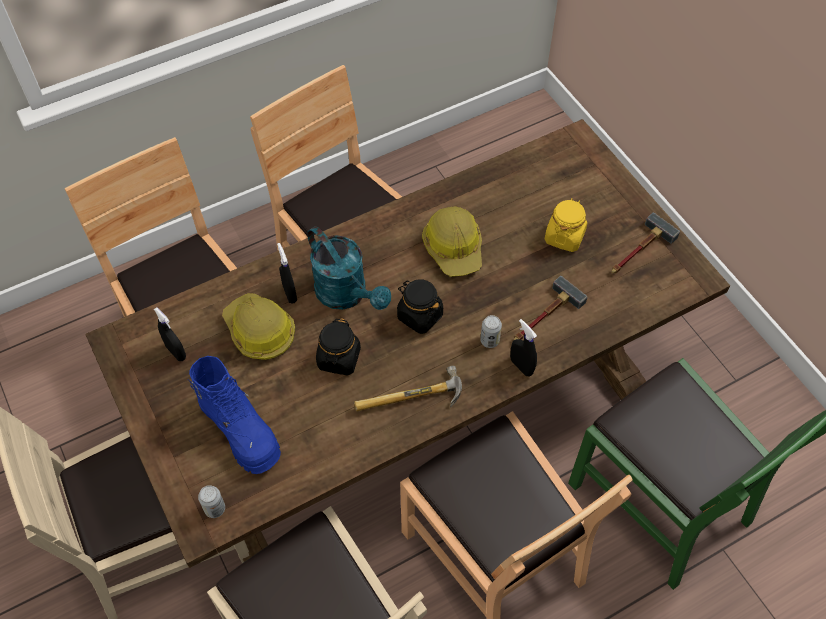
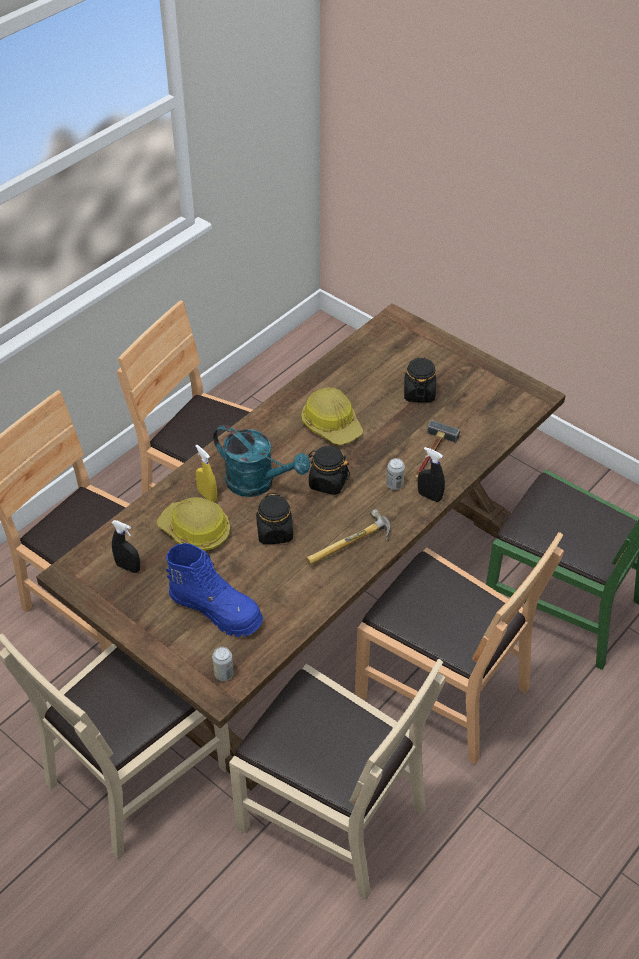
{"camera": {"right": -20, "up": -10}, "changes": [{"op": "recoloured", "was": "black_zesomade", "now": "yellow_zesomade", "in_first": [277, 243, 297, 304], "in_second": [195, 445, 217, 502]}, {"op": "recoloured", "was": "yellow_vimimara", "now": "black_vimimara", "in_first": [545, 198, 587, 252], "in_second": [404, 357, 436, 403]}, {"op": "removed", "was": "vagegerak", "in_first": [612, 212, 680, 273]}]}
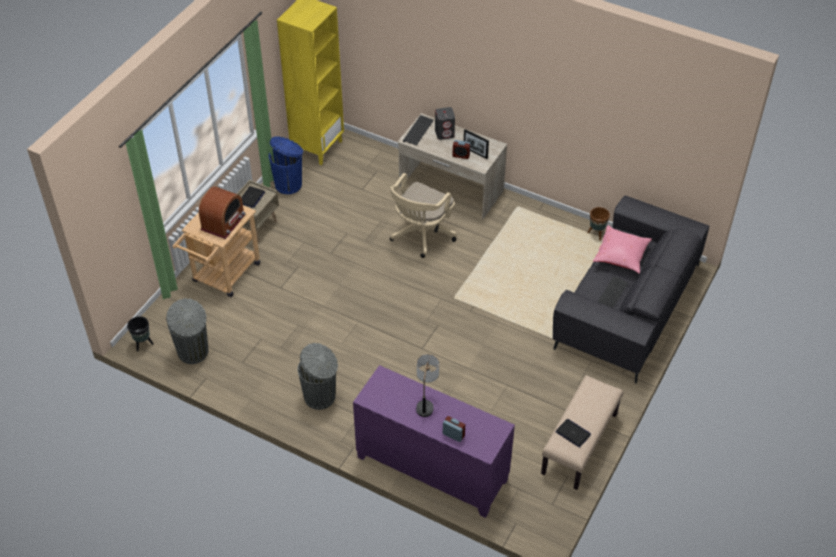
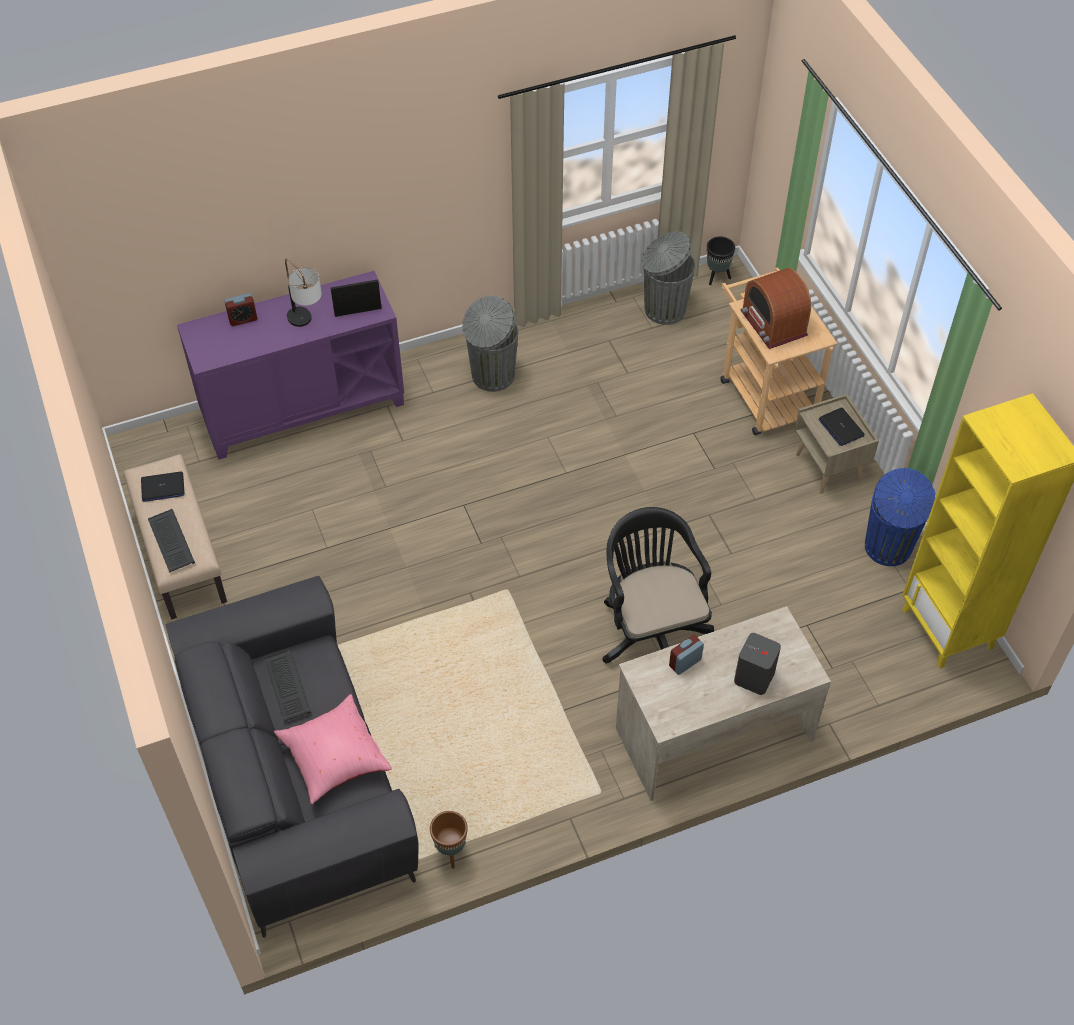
{"camera": {"right": 130, "up": 5}, "changes": [{"op": "moved", "was": "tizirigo", "in_first": [403, 115, 434, 146], "in_second": [148, 509, 195, 573]}, {"op": "moved", "was": "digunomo", "in_first": [464, 129, 489, 159], "in_second": [330, 279, 382, 317]}, {"op": "recoloured", "was": "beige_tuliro", "now": "black_tuliro", "in_first": [390, 173, 457, 258], "in_second": [603, 507, 714, 663]}]}
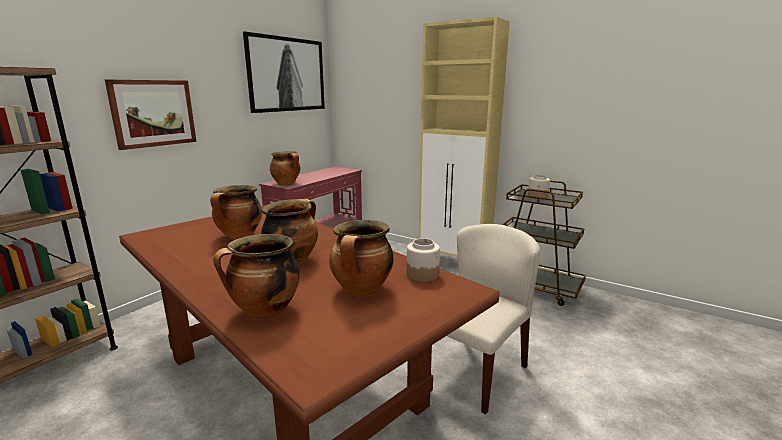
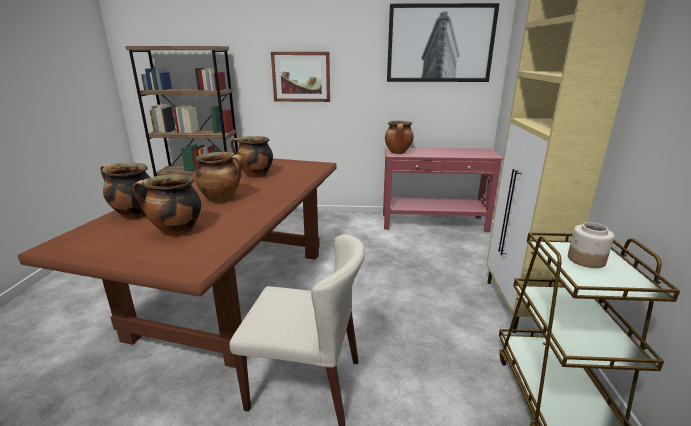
{"camera": {"right": 60, "up": 5}, "changes": [{"op": "removed", "was": "vimimara", "in_first": [406, 238, 440, 282]}]}
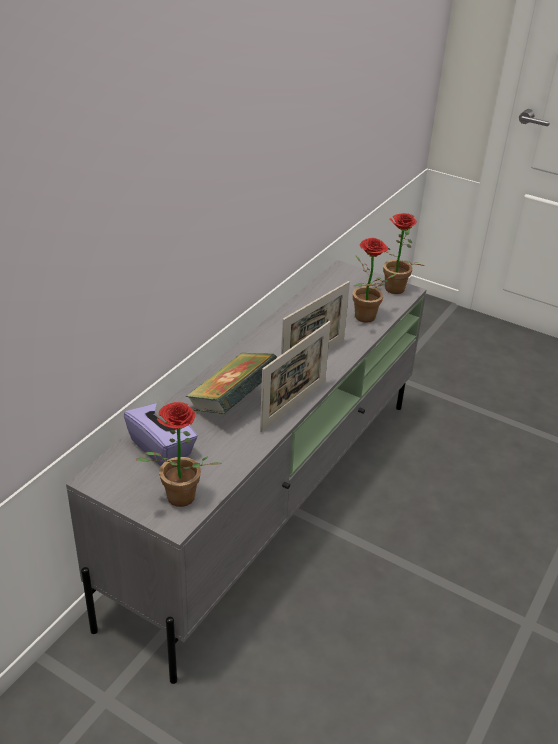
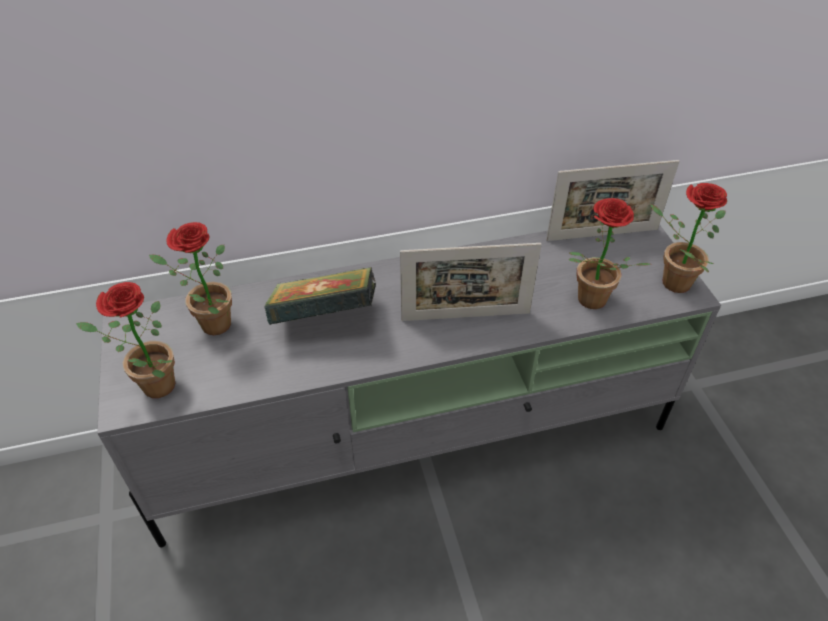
{"camera": {"right": 45, "up": 10}, "changes": [{"op": "replaced", "was": "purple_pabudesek", "now": "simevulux", "in_first": [124, 397, 198, 466], "in_second": [149, 222, 232, 335]}, {"op": "moved", "was": "digunomo", "in_first": [260, 321, 331, 432], "in_second": [546, 160, 680, 241]}]}
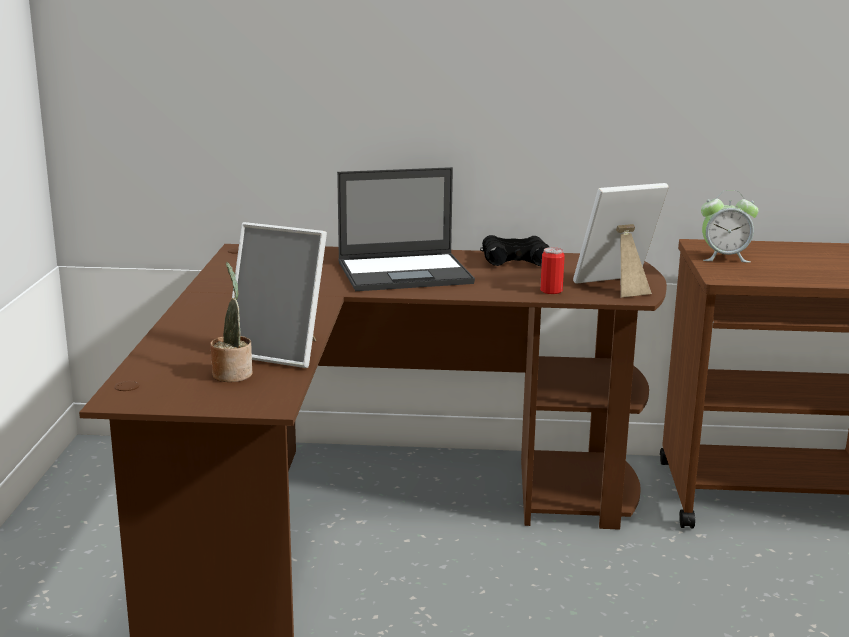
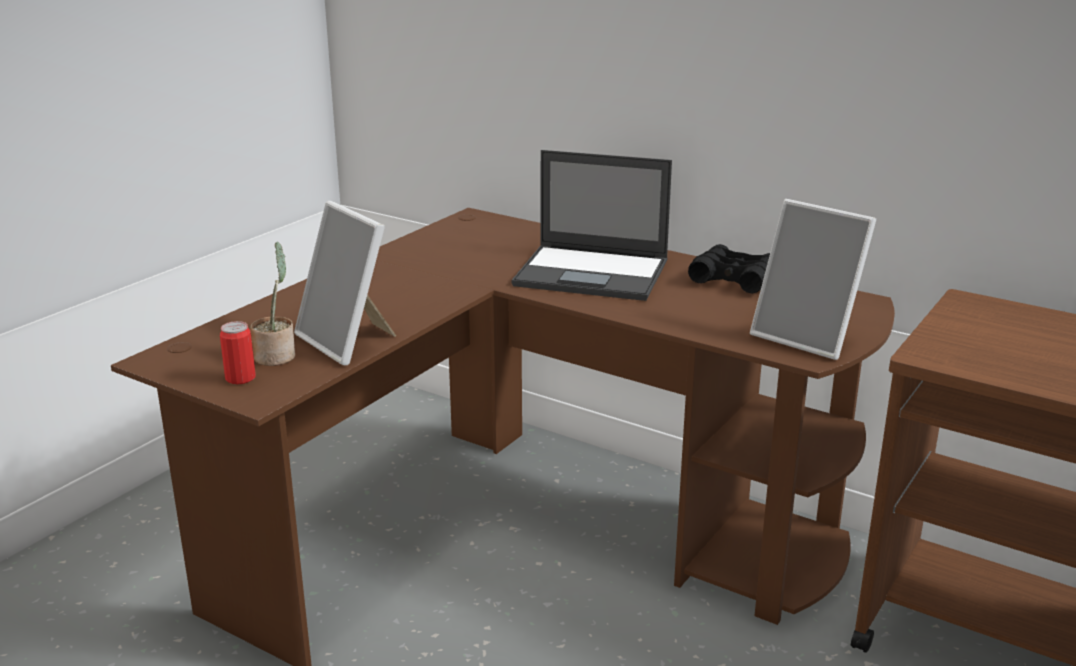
{"camera": {"right": 30, "up": 5}, "changes": [{"op": "moved", "was": "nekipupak", "in_first": [540, 247, 565, 294], "in_second": [220, 321, 256, 384]}, {"op": "turned", "was": "digunomo", "in_first": [573, 183, 669, 298], "in_second": [750, 199, 876, 360], "clockwise": -150}, {"op": "removed", "was": "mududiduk", "in_first": [701, 190, 758, 263]}]}
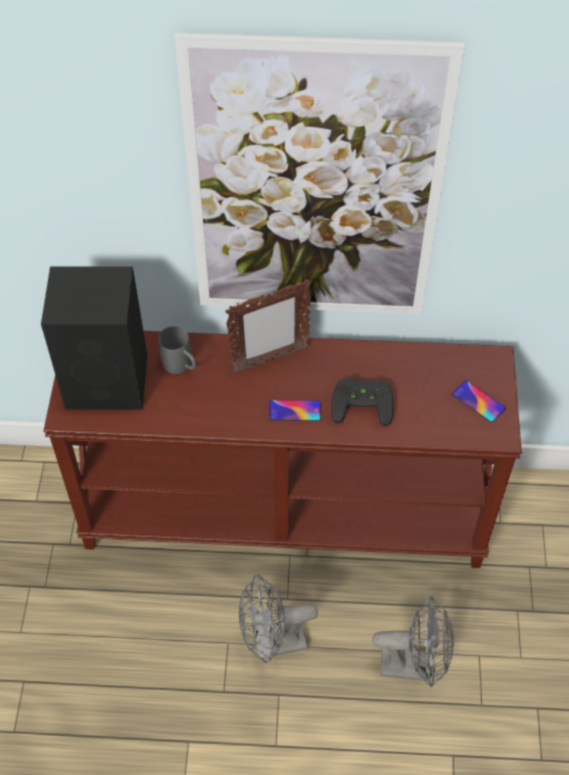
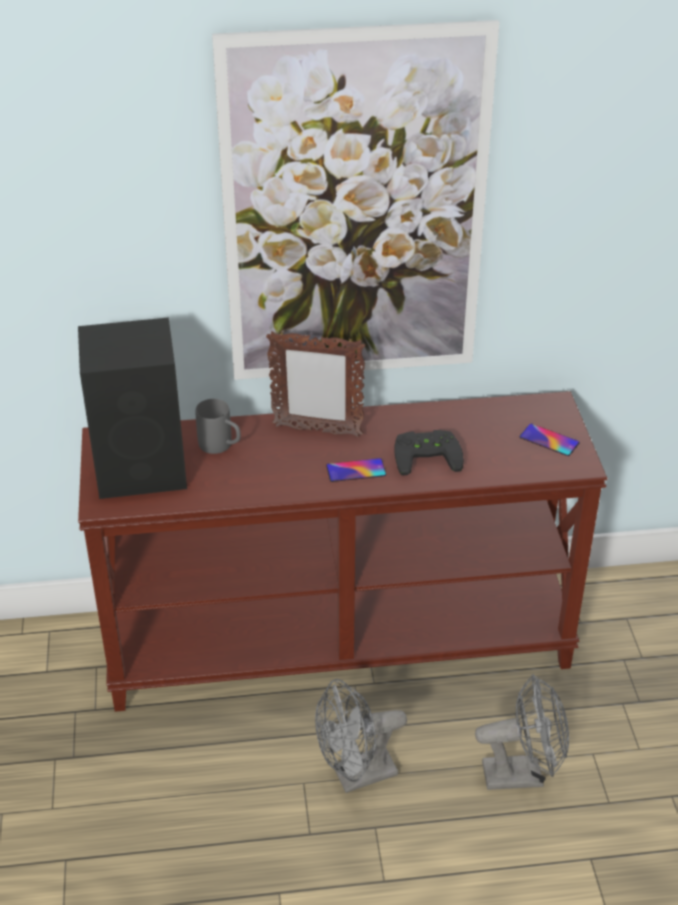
{"camera": {"right": -10, "up": -15}, "changes": [{"op": "turned", "was": "digunomo", "in_first": [225, 279, 312, 374], "in_second": [266, 331, 365, 437], "clockwise": 45}]}
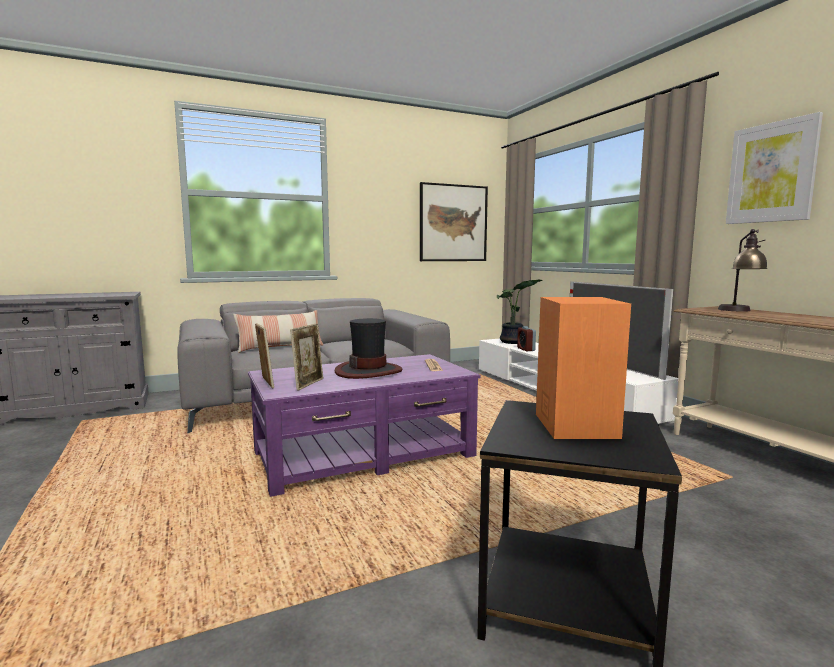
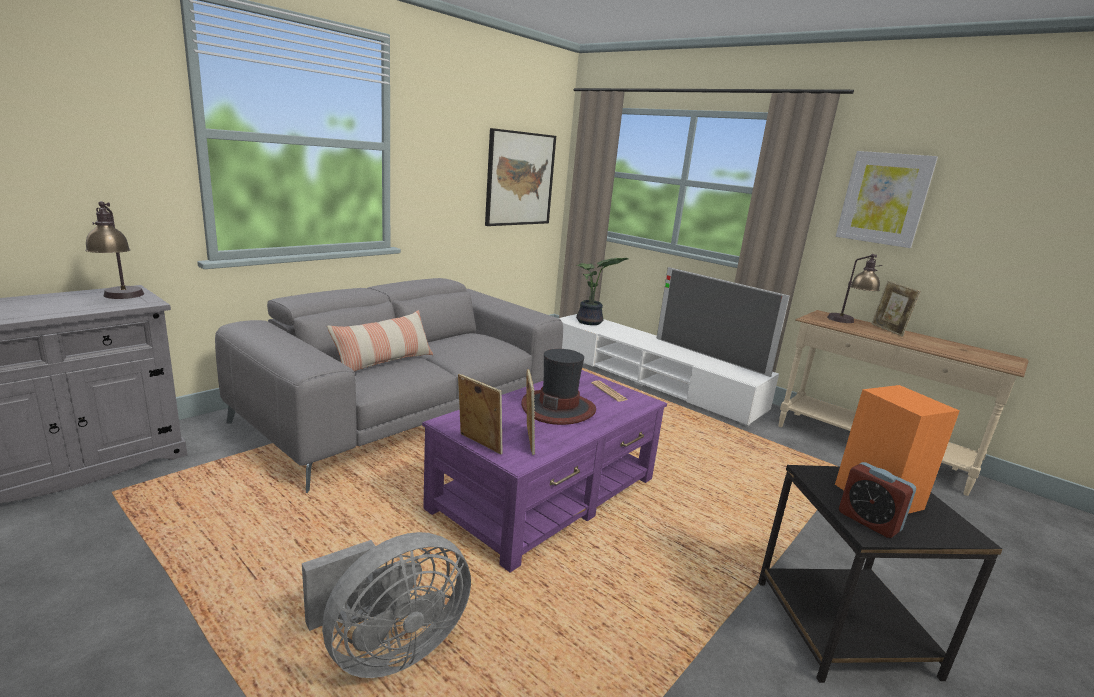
{"camera": {"right": -25, "up": 10}, "changes": [{"op": "added", "now": "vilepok", "in_second": [85, 201, 144, 299]}, {"op": "added", "now": "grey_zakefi", "in_second": [302, 532, 471, 678]}, {"op": "moved", "was": "mududiduk", "in_first": [517, 326, 536, 351], "in_second": [839, 462, 916, 538]}, {"op": "added", "now": "digunomo", "in_second": [871, 281, 921, 336]}]}
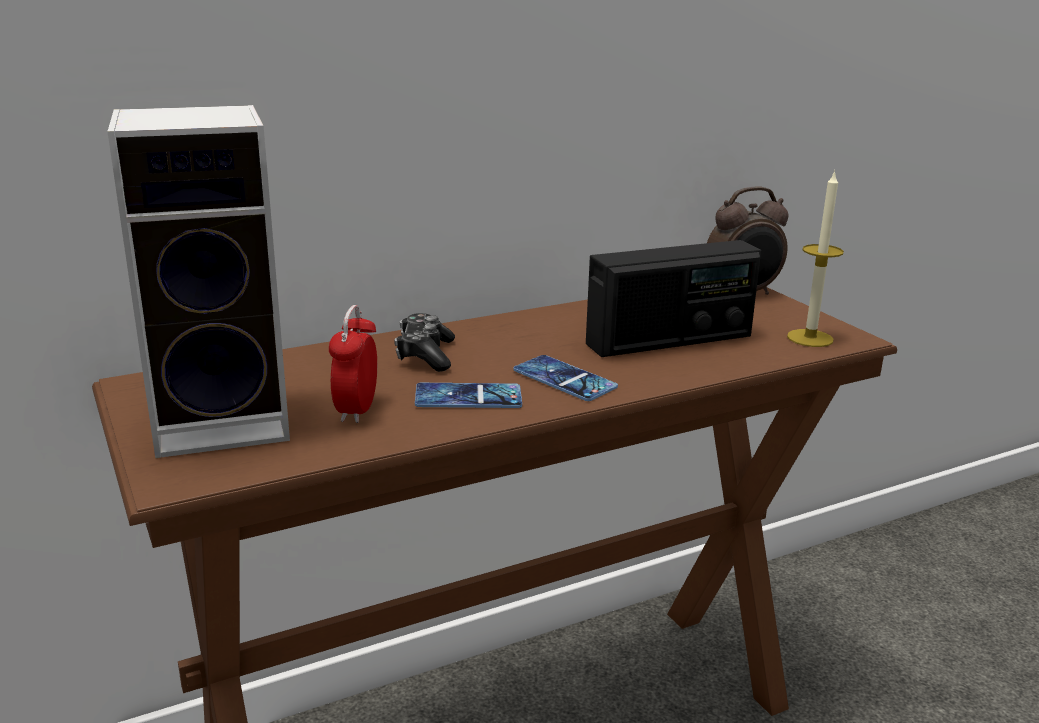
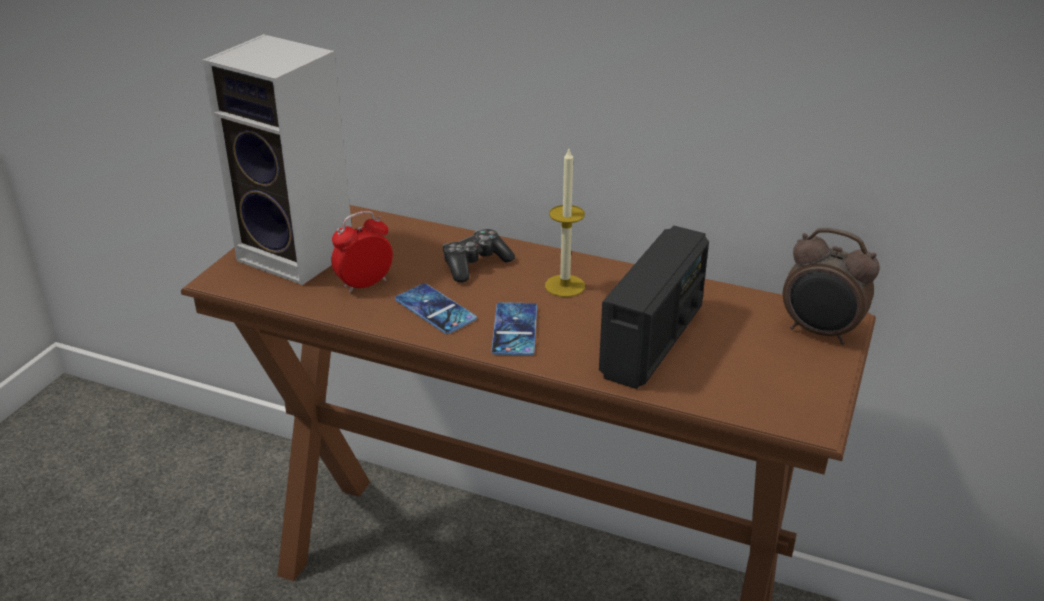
{"camera": {"right": 50, "up": 10}, "changes": [{"op": "moved", "was": "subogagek", "in_first": [787, 170, 844, 347], "in_second": [545, 149, 585, 297]}, {"op": "turned", "was": "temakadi", "in_first": [586, 240, 761, 357], "in_second": [599, 226, 709, 389], "clockwise": -90}]}
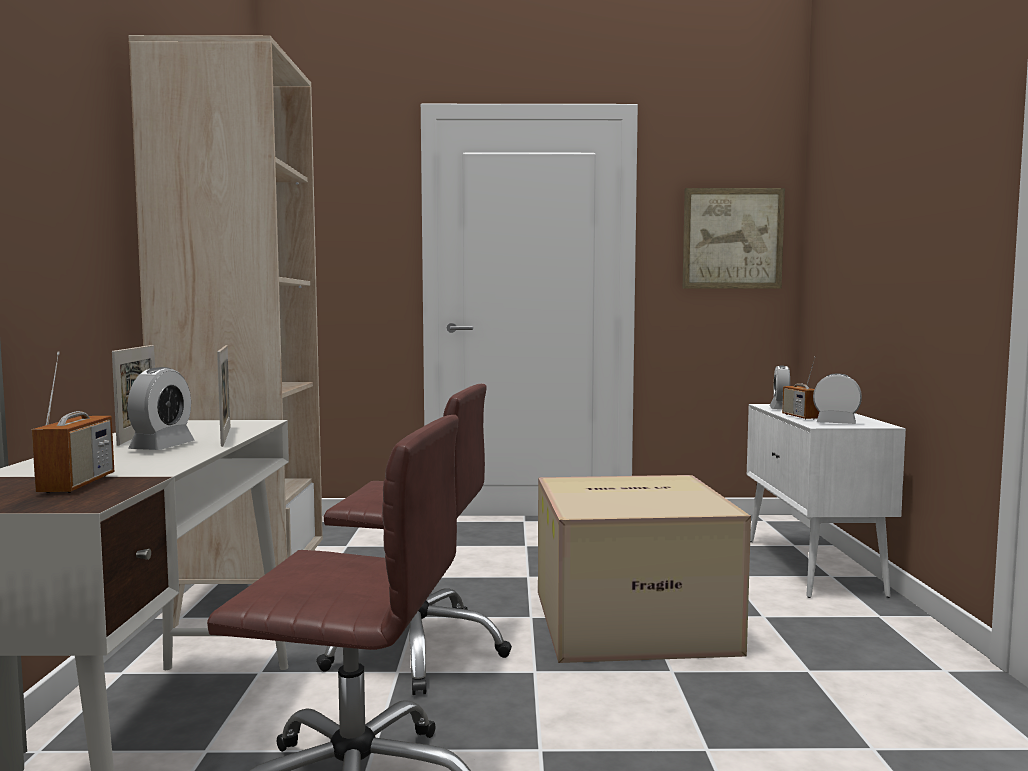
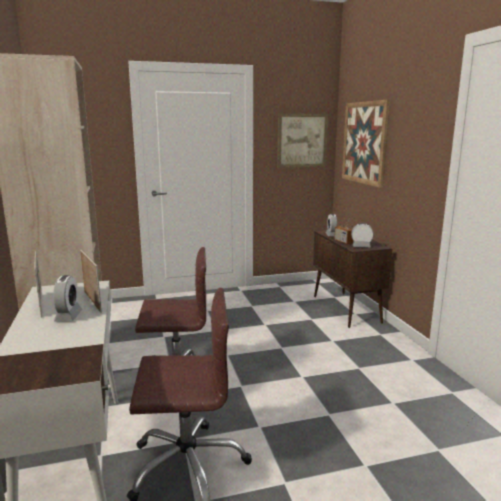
{"camera": {"right": -15, "up": 10}, "changes": [{"op": "recoloured", "was": "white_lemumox", "now": "brown_lemumox", "in_first": [747, 404, 906, 598], "in_second": [313, 230, 392, 328]}, {"op": "added", "now": "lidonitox", "in_second": [342, 100, 390, 188]}, {"op": "removed", "was": "temakadi", "in_first": [32, 351, 114, 493]}, {"op": "removed", "was": "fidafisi", "in_first": [538, 475, 751, 663]}]}
